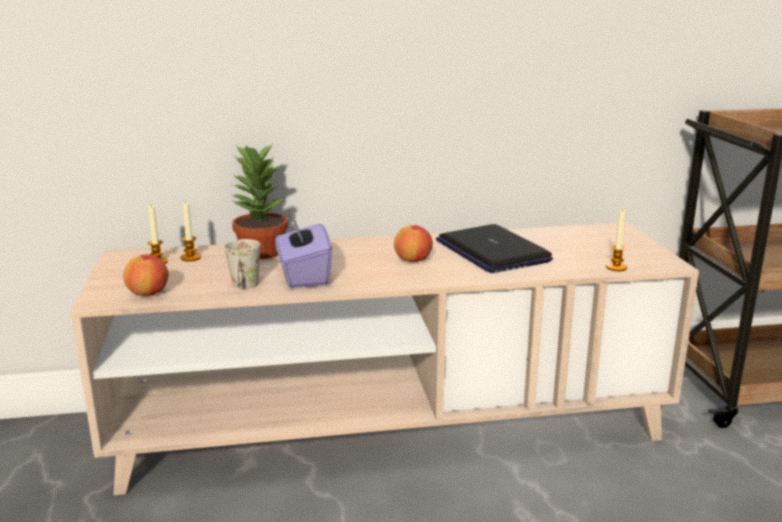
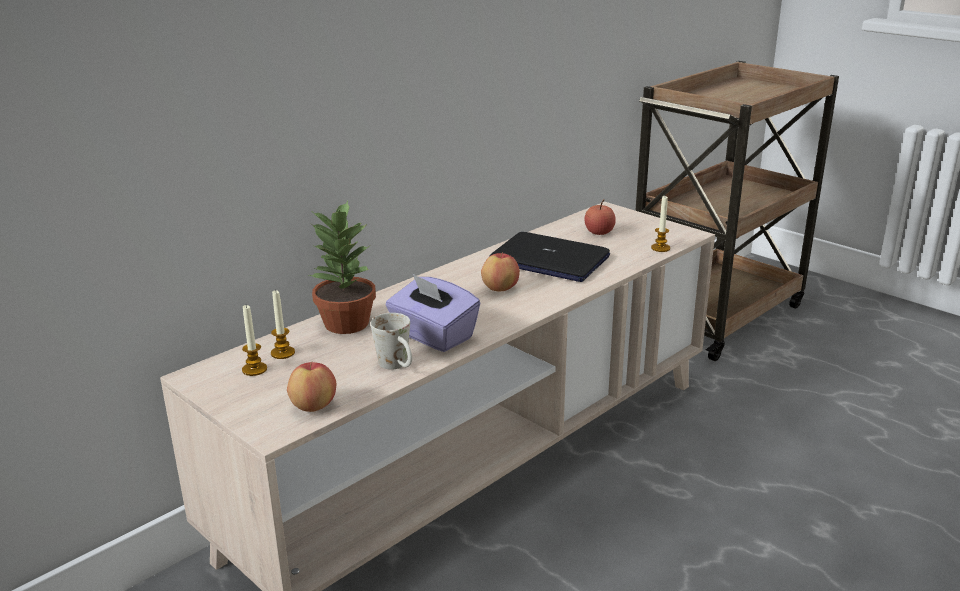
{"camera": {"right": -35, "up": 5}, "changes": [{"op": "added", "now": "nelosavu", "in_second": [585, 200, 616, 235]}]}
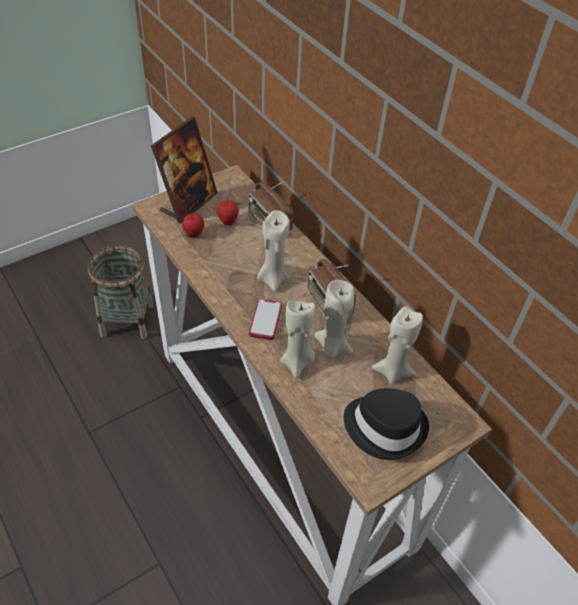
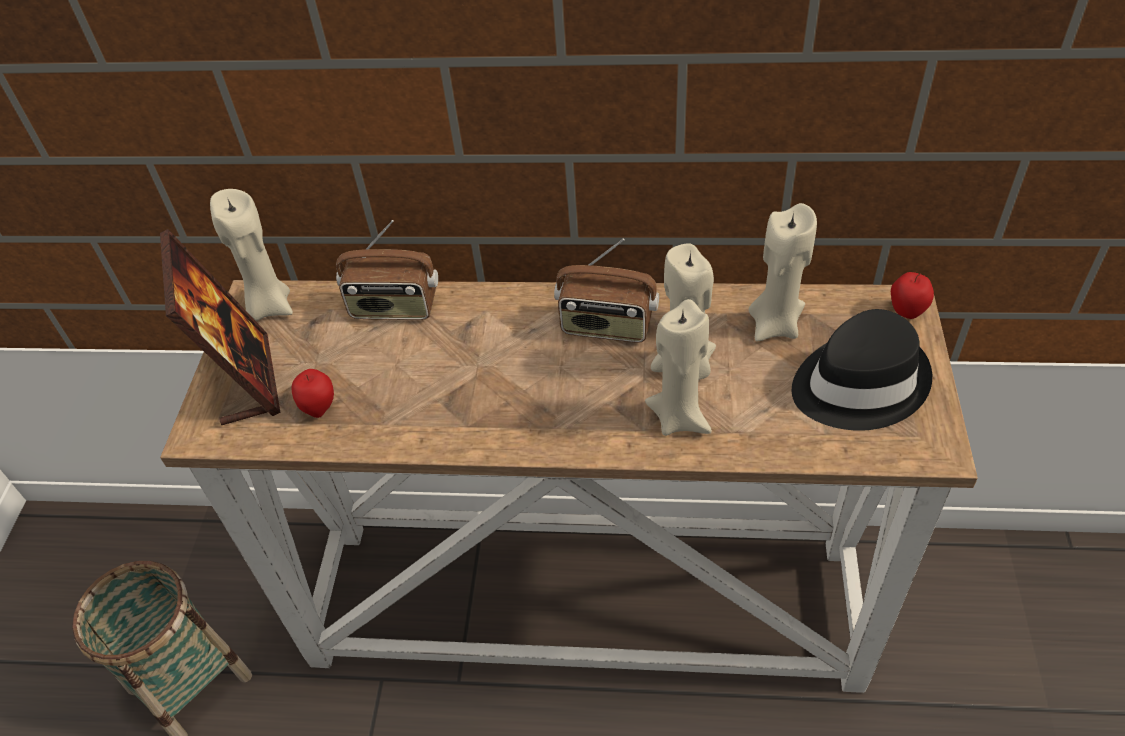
{"camera": {"right": -45, "up": 0}, "changes": [{"op": "moved", "was": "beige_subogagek", "in_first": [257, 210, 289, 291], "in_second": [210, 189, 293, 321]}, {"op": "moved", "was": "nelosavu", "in_first": [217, 200, 239, 225], "in_second": [891, 272, 934, 319]}, {"op": "removed", "was": "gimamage", "in_first": [249, 299, 282, 340]}]}
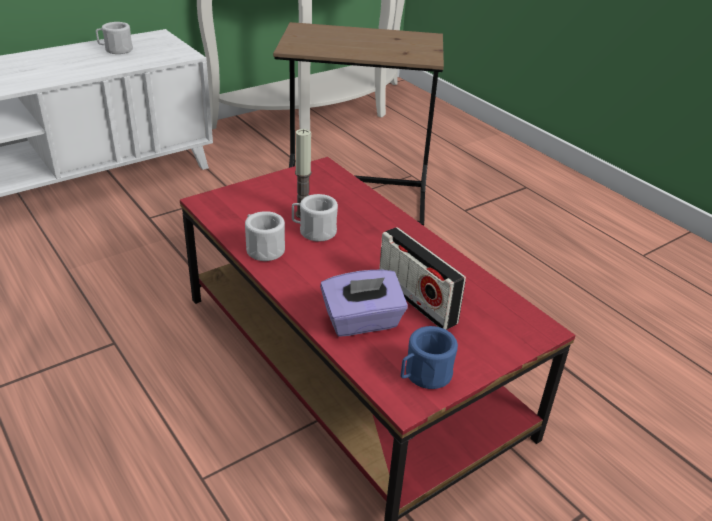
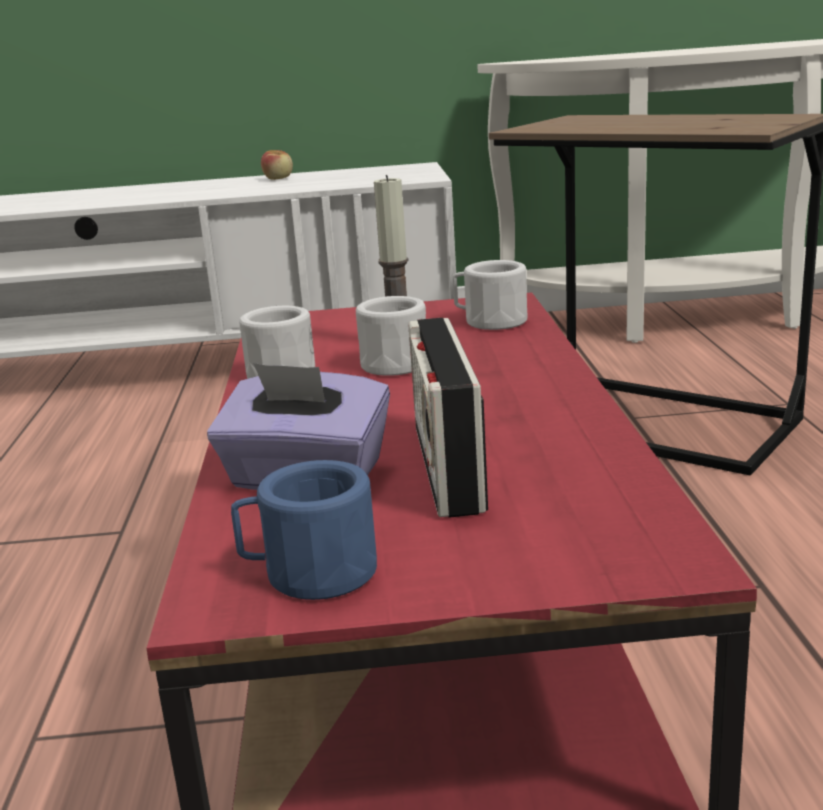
{"camera": {"right": 35, "up": -15}, "changes": [{"op": "added", "now": "nelosavu", "in_second": [261, 150, 293, 180]}, {"op": "moved", "was": "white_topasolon", "in_first": [96, 22, 133, 54], "in_second": [453, 260, 528, 330]}]}
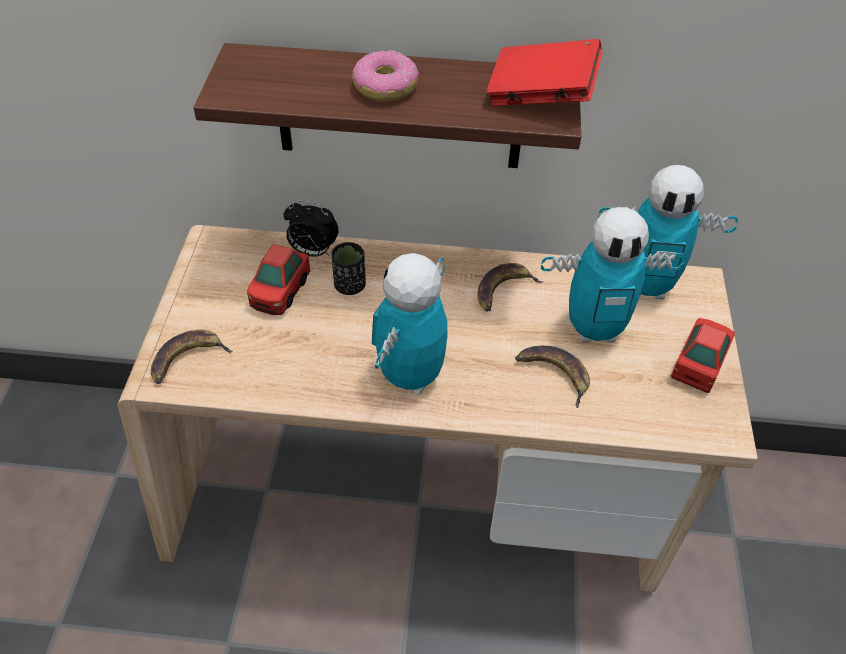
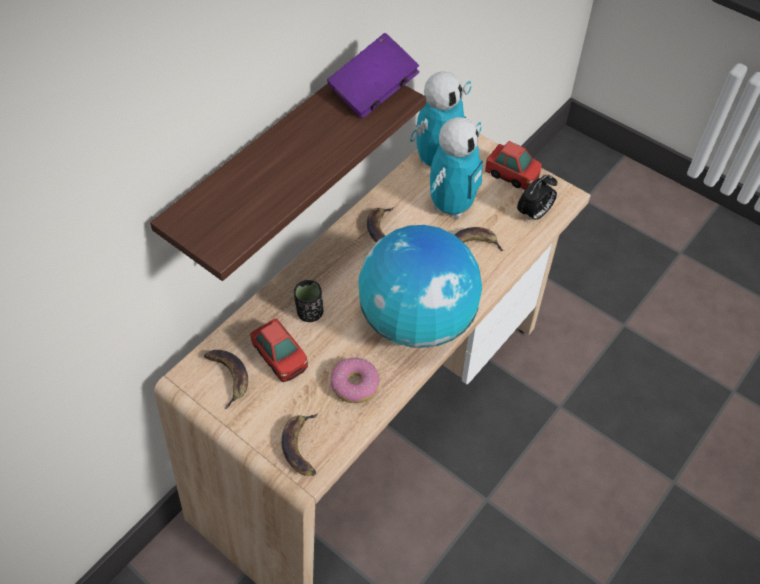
{"camera": {"right": -55, "up": 5}, "changes": [{"op": "added", "now": "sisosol", "in_second": [204, 350, 248, 409]}, {"op": "recoloured", "was": "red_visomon", "now": "purple_visomon", "in_first": [487, 39, 602, 106], "in_second": [327, 33, 419, 118]}, {"op": "moved", "was": "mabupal", "in_first": [352, 50, 419, 102], "in_second": [330, 357, 379, 403]}, {"op": "replaced", "was": "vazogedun", "now": "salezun", "in_first": [372, 253, 448, 395], "in_second": [358, 225, 482, 348]}, {"op": "turned", "was": "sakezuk", "in_first": [671, 318, 735, 393], "in_second": [485, 141, 542, 190], "clockwise": 150}, {"op": "moved", "was": "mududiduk", "in_first": [283, 200, 339, 257], "in_second": [517, 174, 557, 222]}]}
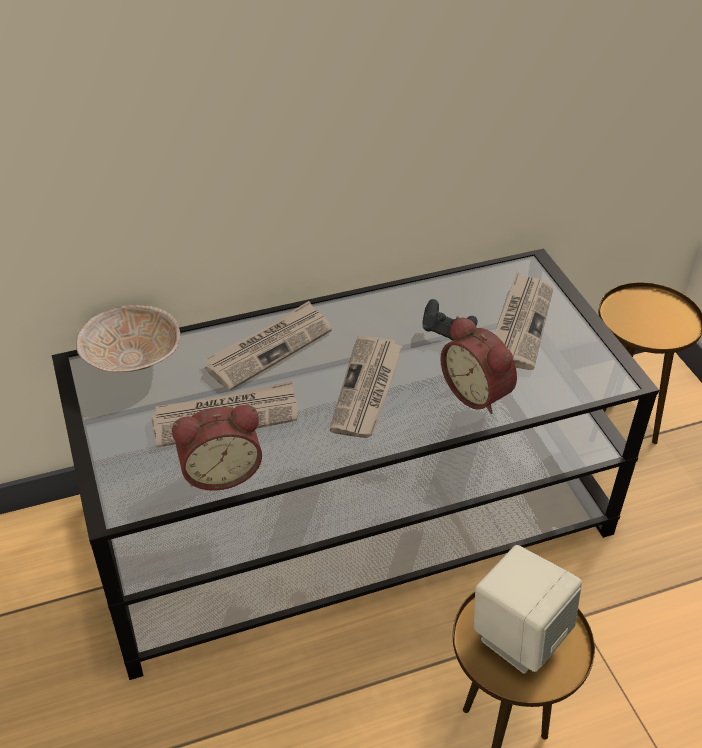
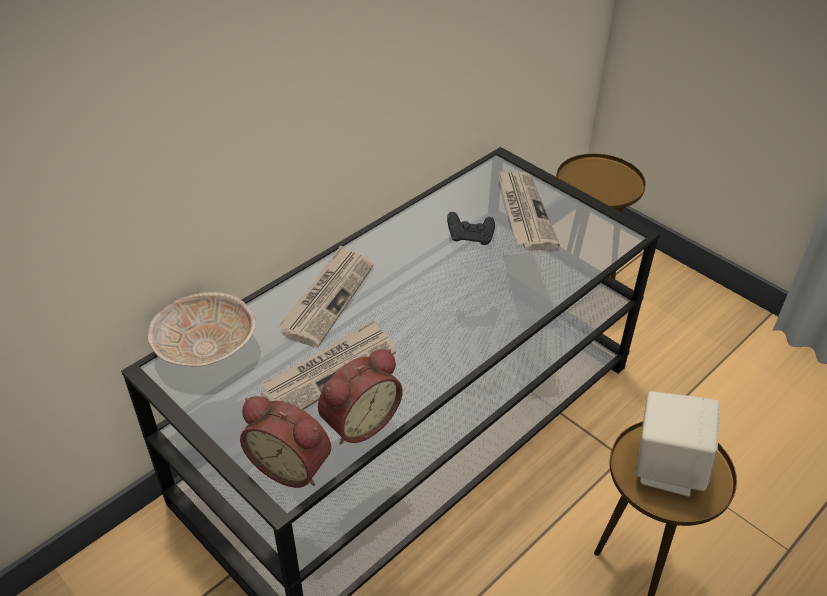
{"camera": {"right": -25, "up": 0}, "changes": [{"op": "moved", "was": "mududiduk", "in_first": [440, 316, 517, 414], "in_second": [240, 396, 331, 488]}, {"op": "removed", "was": "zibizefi", "in_first": [330, 336, 403, 438]}]}
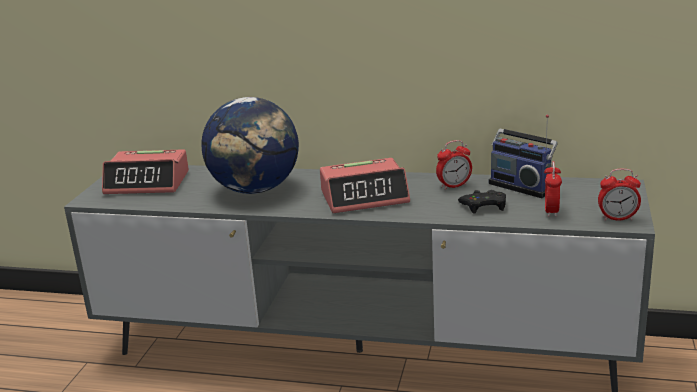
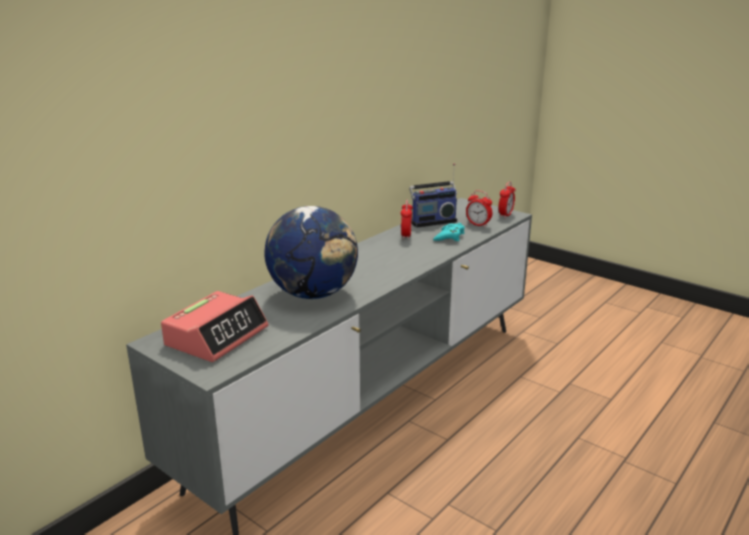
{"camera": {"right": -65, "up": 0}, "changes": [{"op": "recoloured", "was": "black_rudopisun", "now": "turquoise_rudopisun", "in_first": [458, 190, 506, 214], "in_second": [433, 223, 465, 241]}, {"op": "removed", "was": "mududiduk", "in_first": [320, 158, 410, 213]}]}
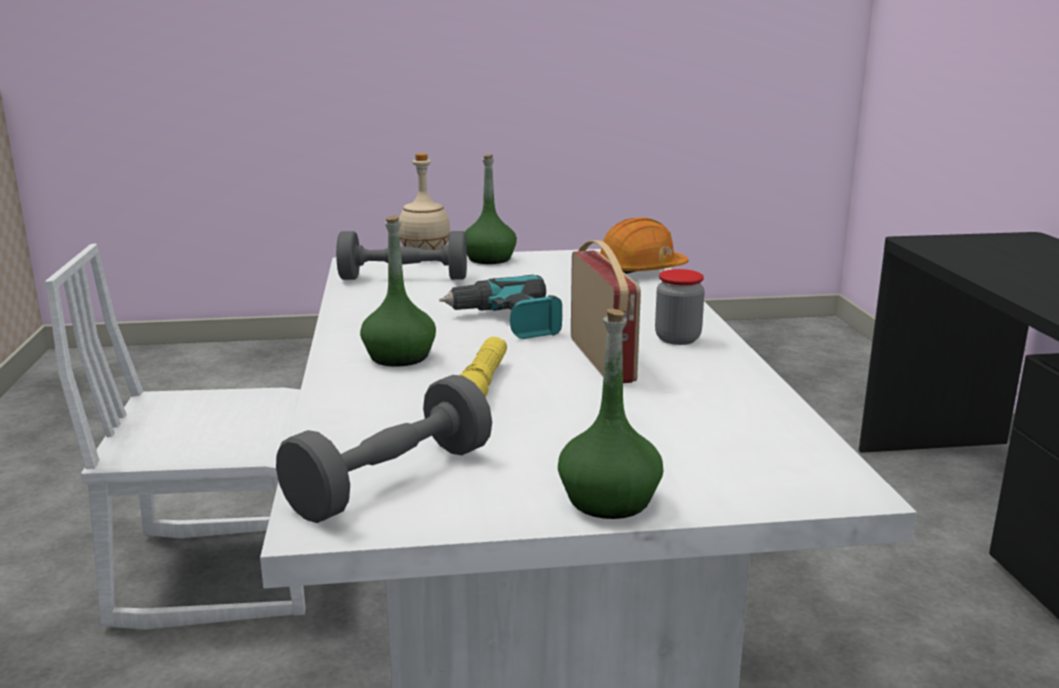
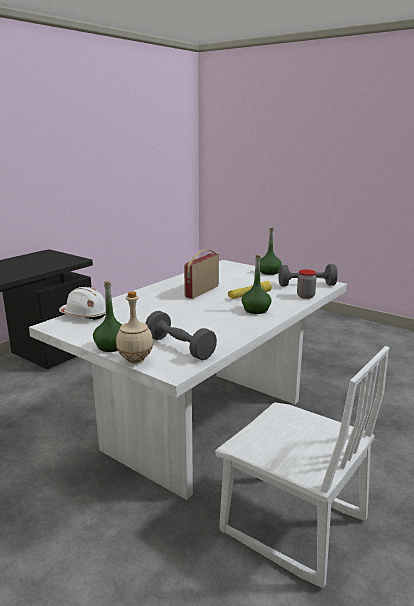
{"camera": {"right": -135, "up": 0}, "changes": [{"op": "recoloured", "was": "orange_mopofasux", "now": "white_mopofasux", "in_first": [600, 217, 689, 274], "in_second": [59, 287, 106, 320]}, {"op": "moved", "was": "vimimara", "in_first": [655, 269, 705, 345], "in_second": [297, 269, 316, 299]}, {"op": "removed", "was": "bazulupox", "in_first": [439, 275, 562, 339]}]}
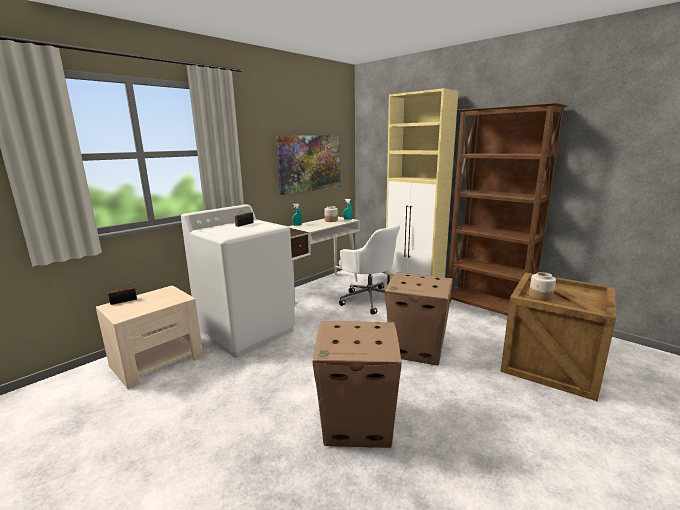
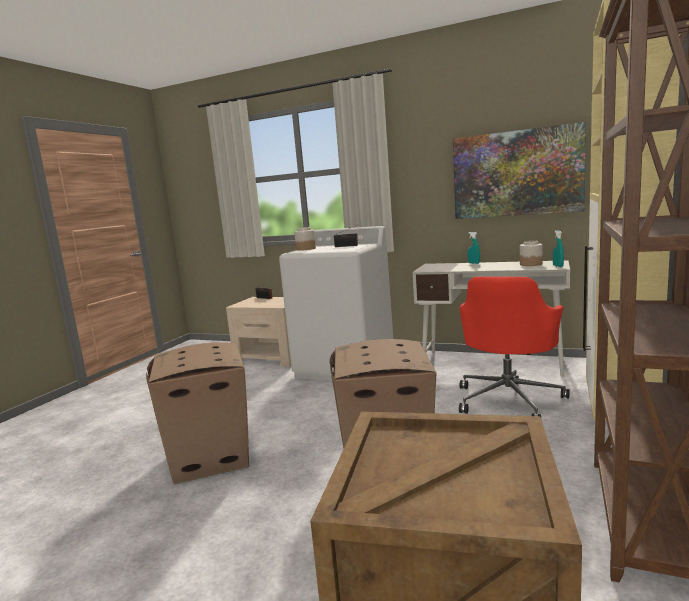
{"camera": {"right": 70, "up": -5}, "changes": [{"op": "moved", "was": "vimimara", "in_first": [529, 272, 556, 301], "in_second": [294, 227, 316, 251]}, {"op": "recoloured", "was": "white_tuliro", "now": "red_tuliro", "in_first": [339, 225, 400, 315], "in_second": [459, 276, 569, 417]}]}
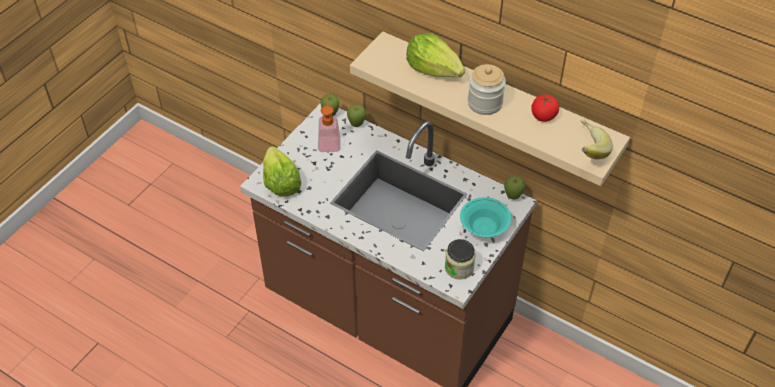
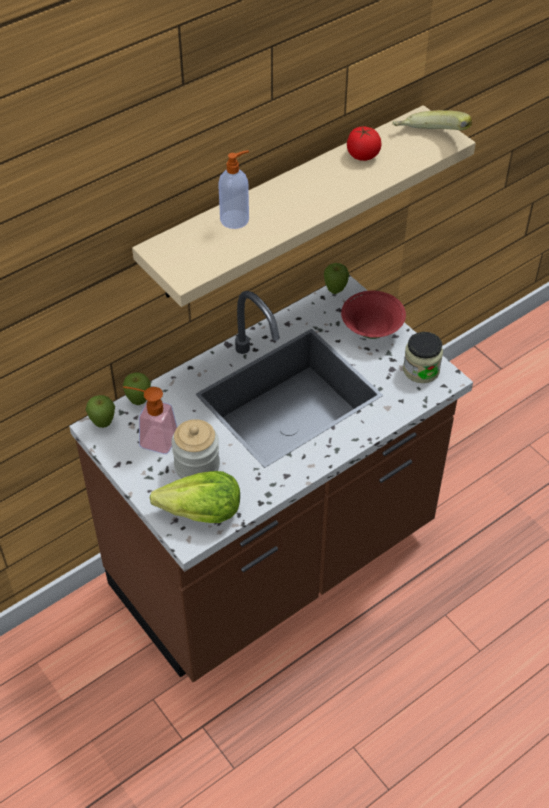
{"camera": {"right": -70, "up": 0}, "changes": [{"op": "moved", "was": "vimimara", "in_first": [468, 64, 506, 115], "in_second": [171, 419, 220, 479]}, {"op": "replaced", "was": "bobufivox", "now": "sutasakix", "in_first": [406, 33, 465, 77], "in_second": [218, 150, 249, 229]}, {"op": "recoloured", "was": "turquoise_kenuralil", "now": "red_kenuralil", "in_first": [460, 197, 511, 237], "in_second": [341, 291, 406, 339]}]}
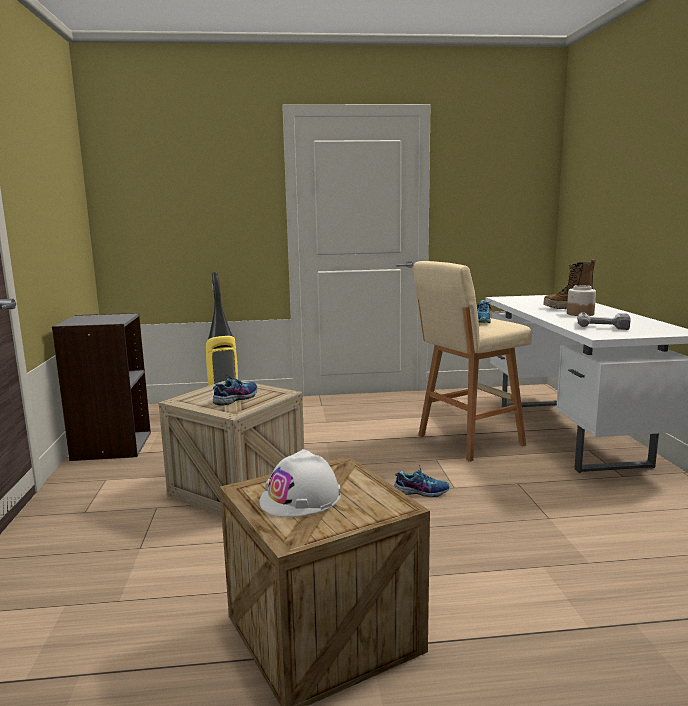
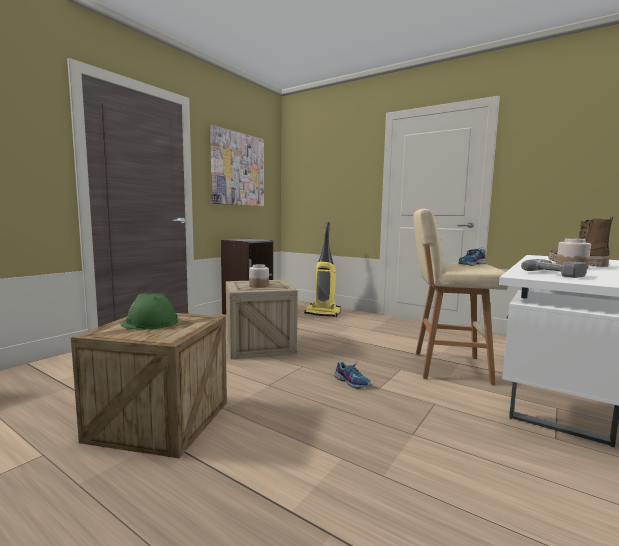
{"camera": {"right": 40, "up": -5}, "changes": [{"op": "recoloured", "was": "white_mopofasux", "now": "green_mopofasux", "in_first": [259, 449, 341, 517], "in_second": [120, 293, 178, 329]}, {"op": "added", "now": "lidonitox", "in_second": [210, 125, 264, 206]}, {"op": "replaced", "was": "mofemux", "now": "vimimara", "in_first": [213, 375, 257, 406], "in_second": [249, 264, 269, 288]}]}
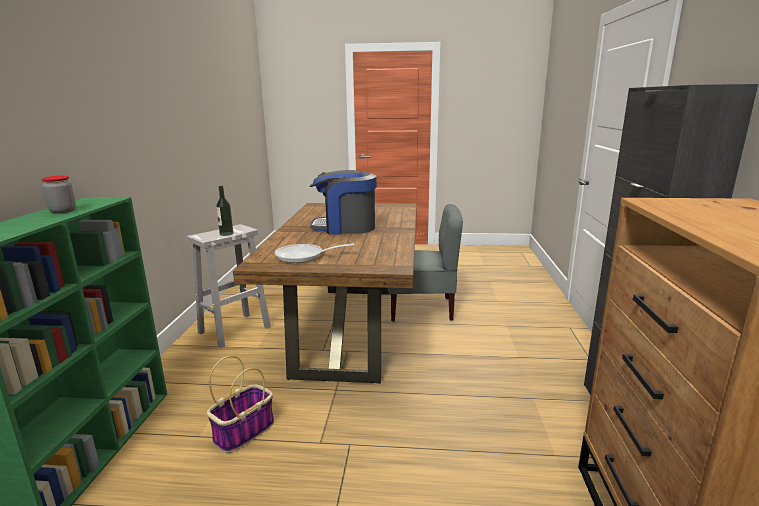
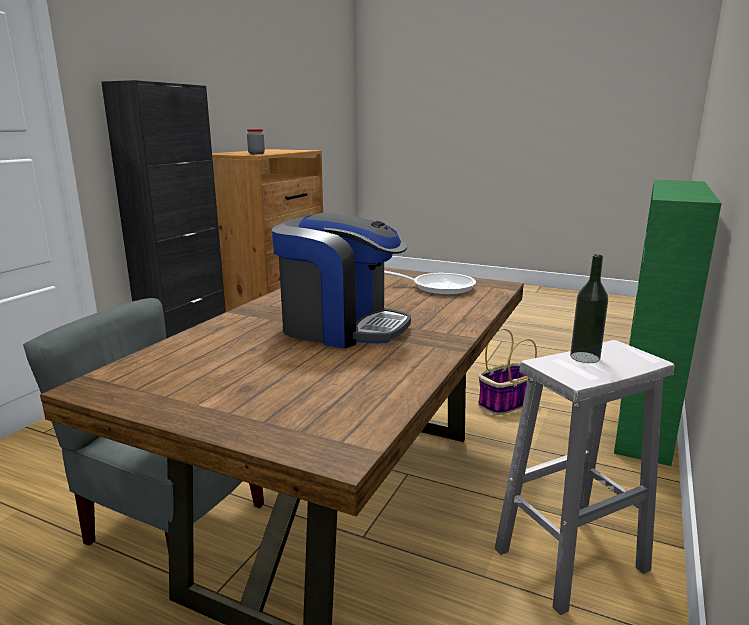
{"camera": {"right": -160, "up": 0}, "changes": [{"op": "moved", "was": "vimimara", "in_first": [42, 176, 76, 214], "in_second": [247, 129, 265, 154]}]}
